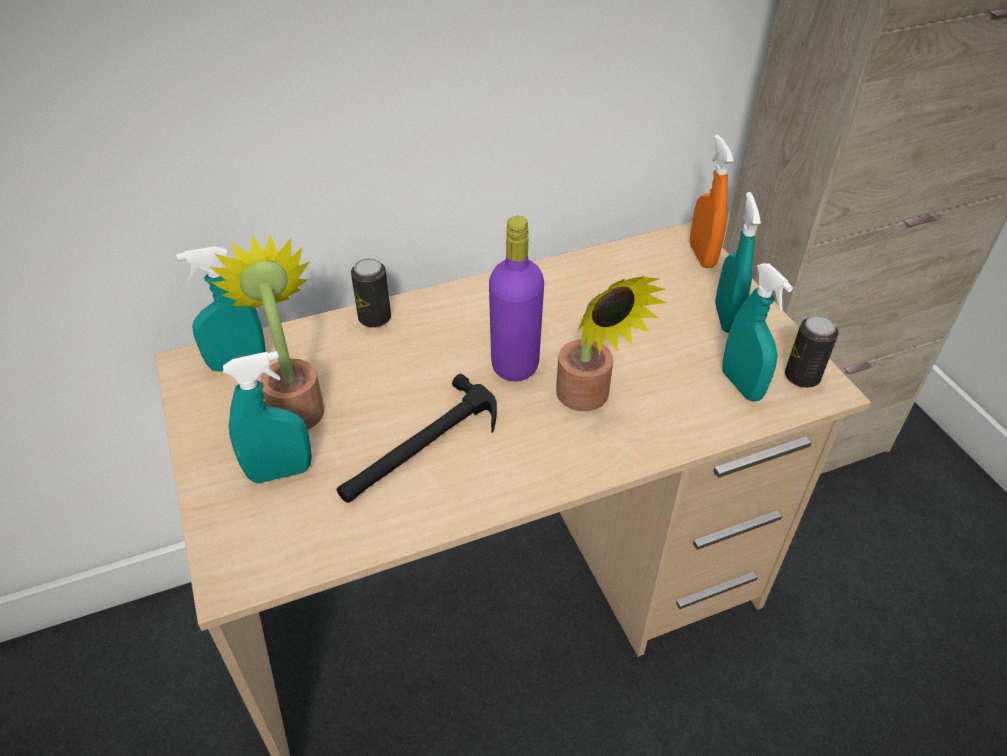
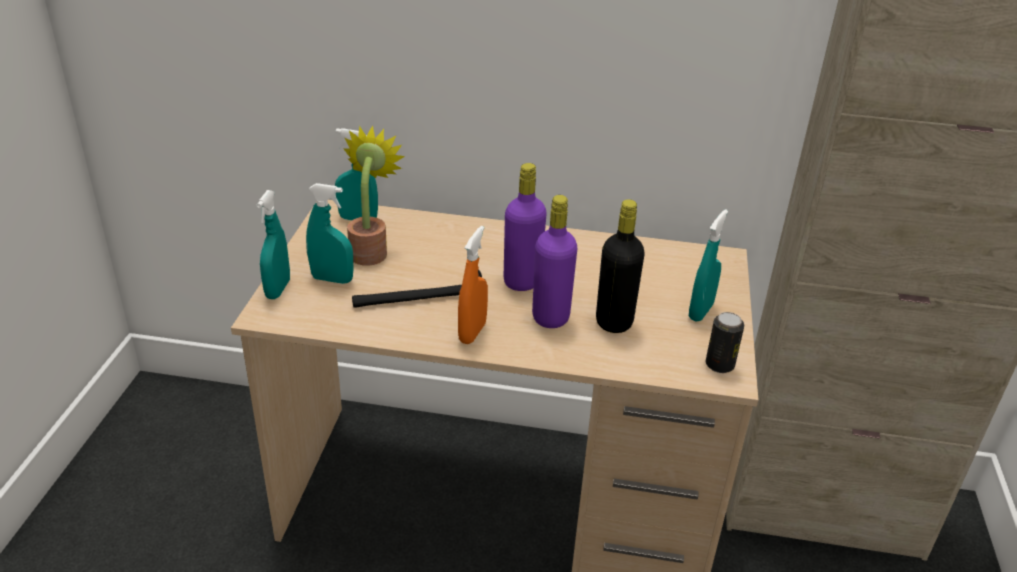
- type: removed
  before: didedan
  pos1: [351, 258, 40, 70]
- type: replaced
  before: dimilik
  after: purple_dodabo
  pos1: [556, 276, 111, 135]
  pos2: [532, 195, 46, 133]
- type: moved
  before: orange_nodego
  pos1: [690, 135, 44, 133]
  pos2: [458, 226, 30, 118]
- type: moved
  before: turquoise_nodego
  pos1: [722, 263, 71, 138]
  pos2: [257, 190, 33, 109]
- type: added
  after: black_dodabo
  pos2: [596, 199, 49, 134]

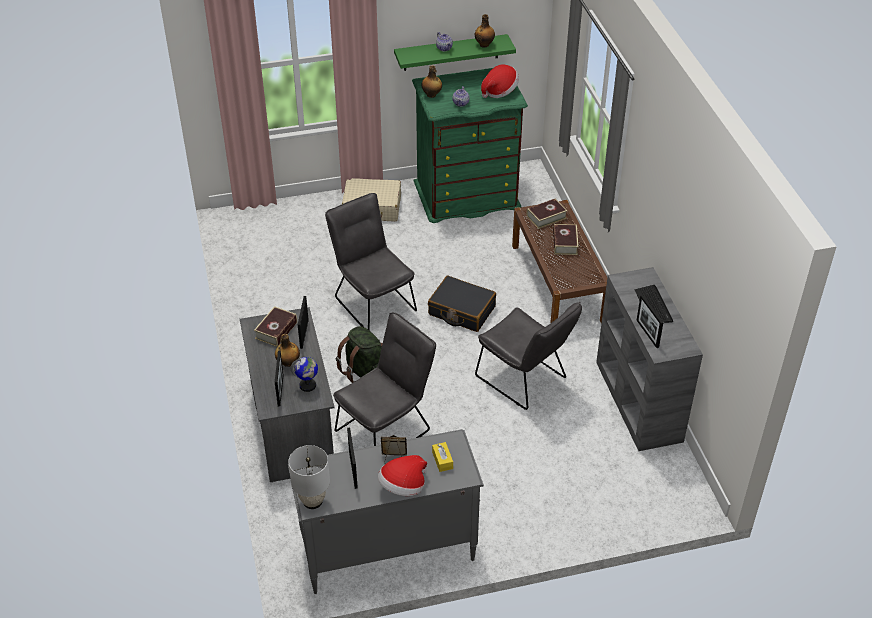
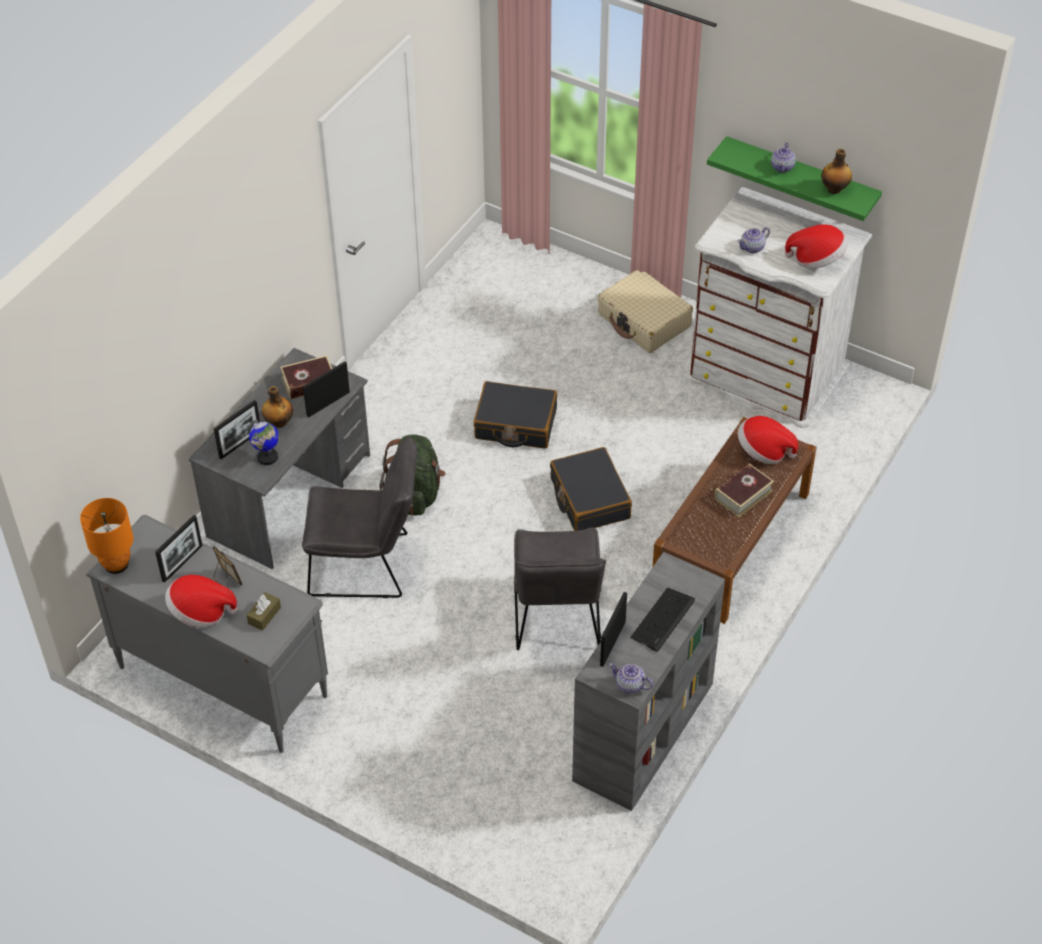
- type: recoloured
  before: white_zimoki
  after: orange_zimoki
  pos1: [288, 445, 42, 64]
  pos2: [80, 498, 54, 76]
- type: replaced
  before: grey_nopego
  after: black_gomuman
  pos1: [325, 193, 92, 138]
  pos2: [474, 381, 83, 68]
- type: recoloured
  before: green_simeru
  after: white_simeru
  pos1: [412, 68, 116, 155]
  pos2: [684, 187, 188, 241]
- type: removed
  before: dodabo
  pos1: [421, 66, 21, 32]
- type: recoloured
  before: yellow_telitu
  after: brown_telitu
  pos1: [432, 442, 21, 30]
  pos2: [247, 592, 34, 39]
- type: replaced
  before: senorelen
  after: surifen
  pos1: [527, 199, 40, 30]
  pos2: [738, 416, 60, 48]
- type: added
  after: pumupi
  pos2: [609, 663, 44, 30]

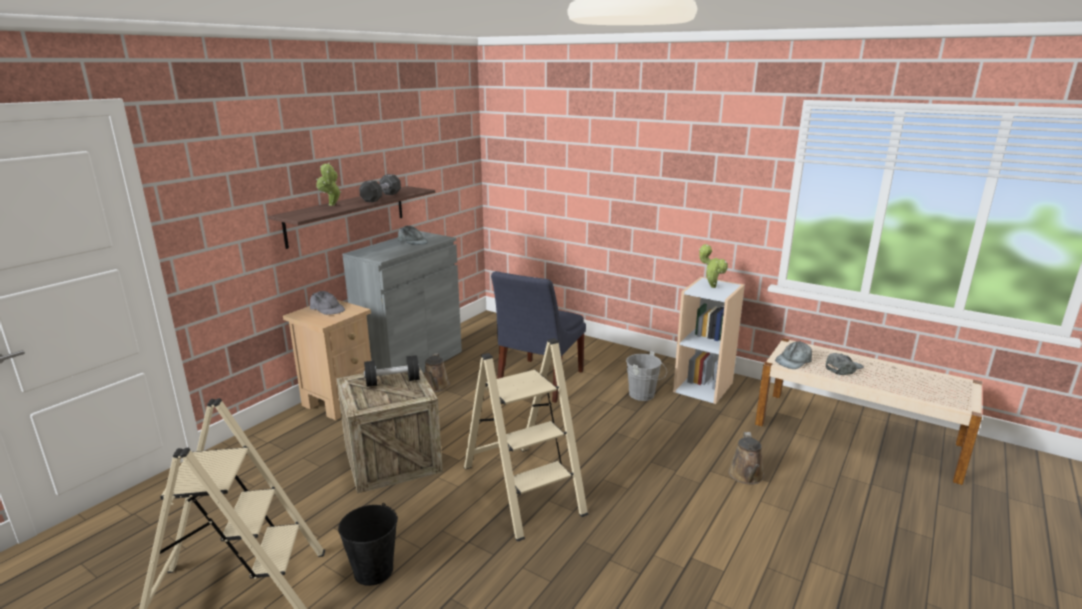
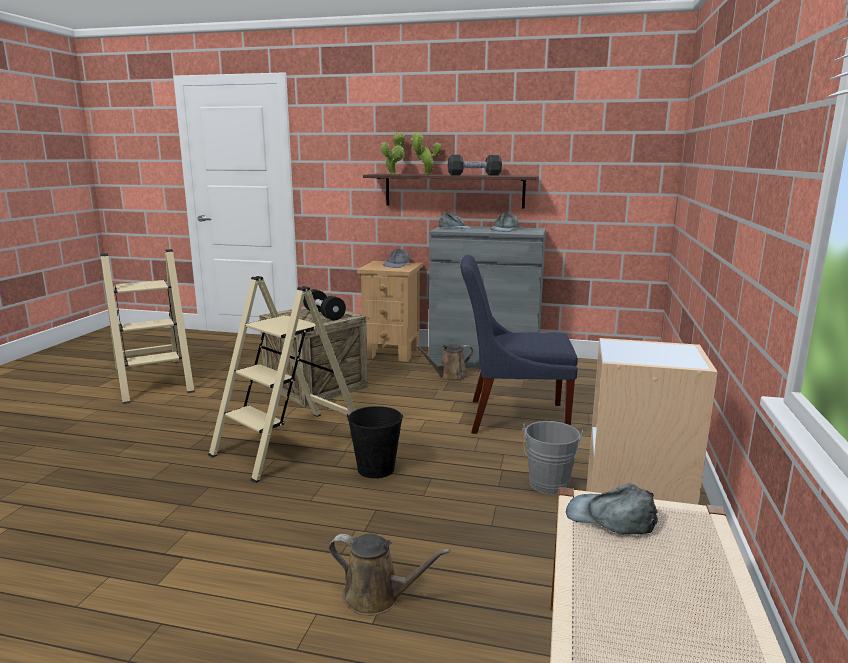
- type: moved
  before: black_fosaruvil
  pos1: [338, 503, 60, 83]
  pos2: [347, 406, 56, 72]
- type: moved
  before: dimilik
  pos1: [699, 244, 29, 44]
  pos2: [381, 133, 24, 41]
- type: turned
  before: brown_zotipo
  pos1: [728, 432, 36, 52]
  pos2: [329, 534, 121, 82]
  turn: -150
- type: moved
  before: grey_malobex
  pos1: [826, 353, 38, 22]
  pos2: [439, 212, 34, 17]

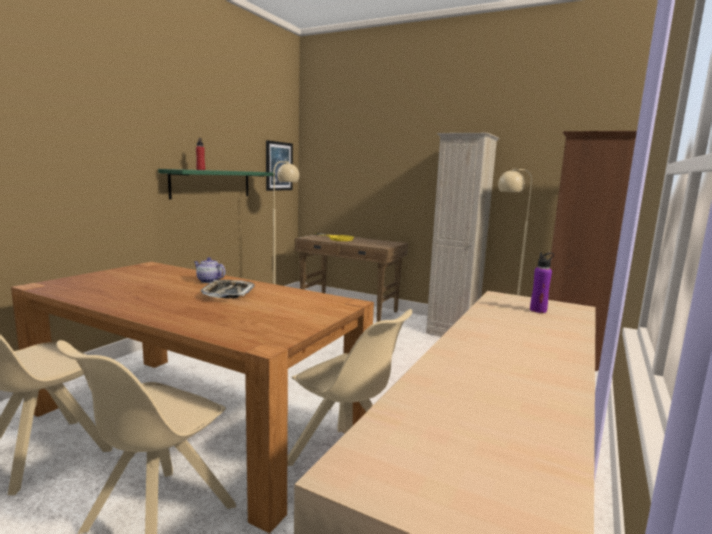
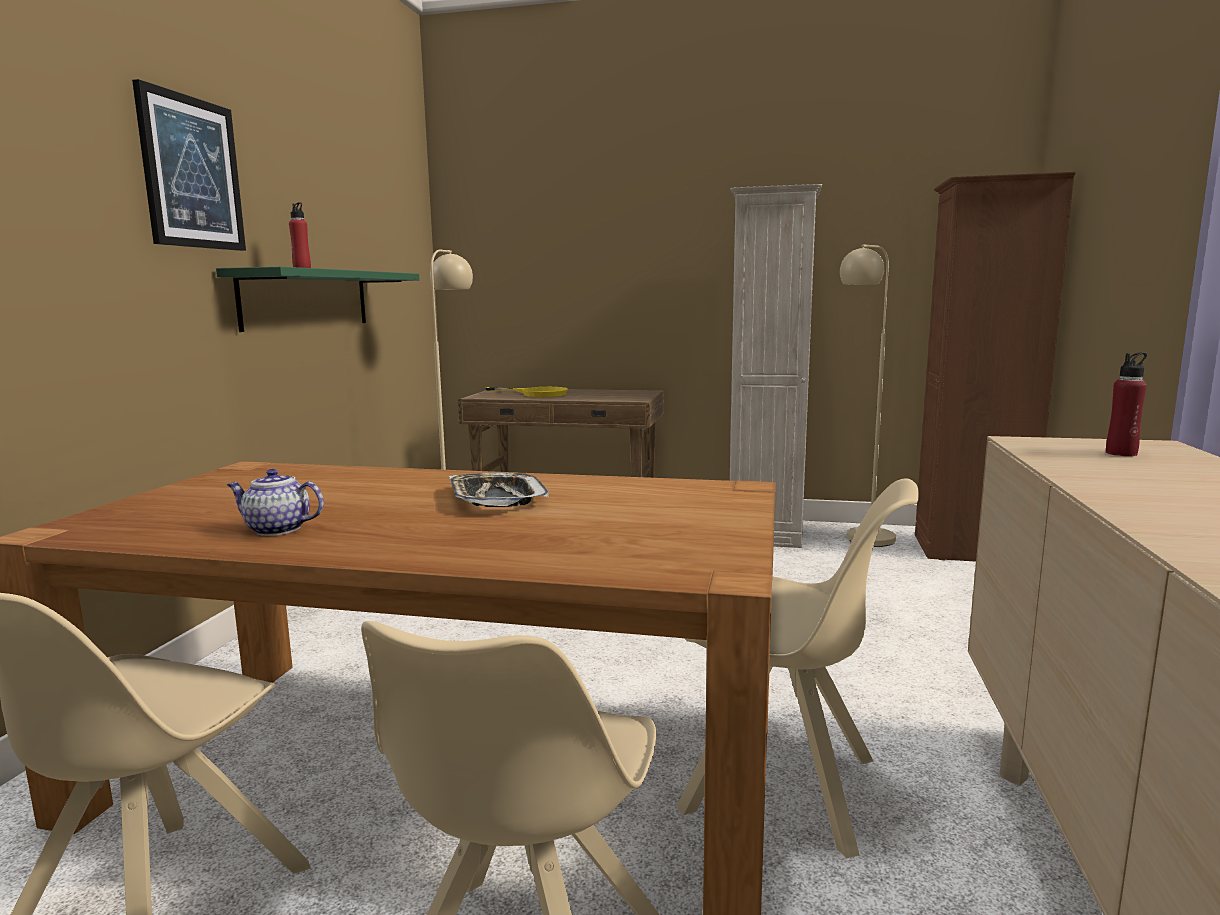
- type: moved
  before: pumupi
  pos1: [194, 257, 31, 26]
  pos2: [226, 469, 98, 67]
- type: moved
  before: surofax
  pos1: [266, 140, 27, 51]
  pos2: [132, 79, 114, 172]
- type: recoloured
  before: purple_dodabo
  after: red_dodabo
  pos1: [530, 253, 24, 60]
  pos2: [1106, 352, 41, 104]

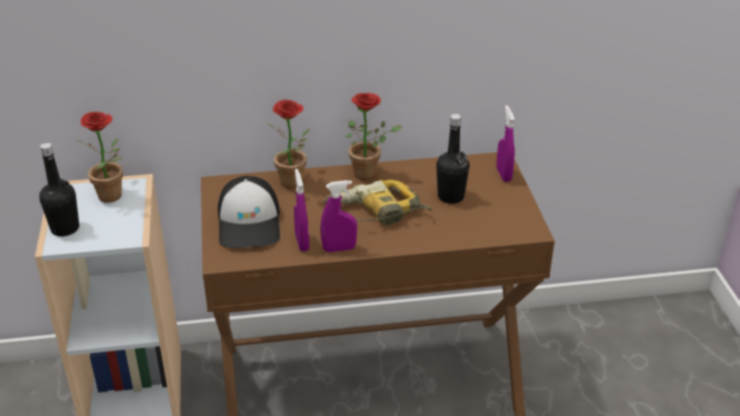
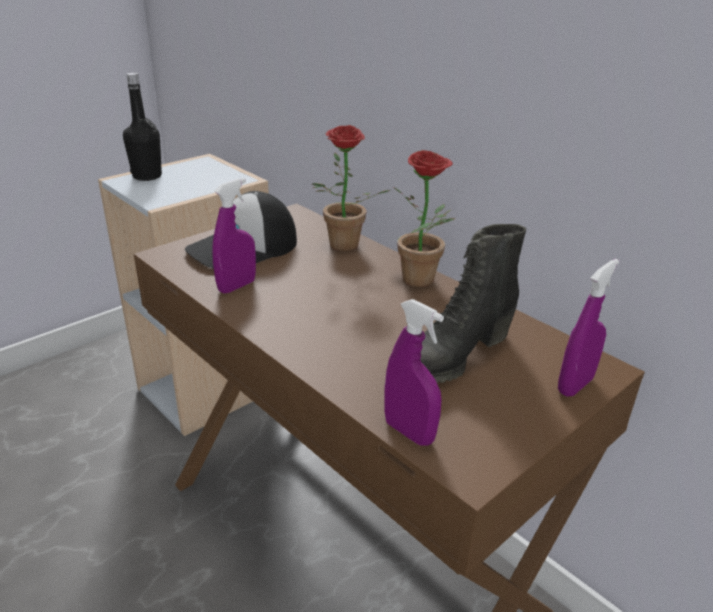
- type: removed
  before: dimilik
  pos1: [77, 112, 46, 91]
- type: moved
  before: purple_nodego
  pos1: [320, 180, 37, 72]
  pos2: [384, 299, 60, 147]
- type: removed
  before: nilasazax
  pos1: [324, 180, 108, 46]
- type: replaced
  before: black_dodabo
  after: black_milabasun
  pos1: [436, 114, 34, 90]
  pos2: [420, 224, 106, 159]

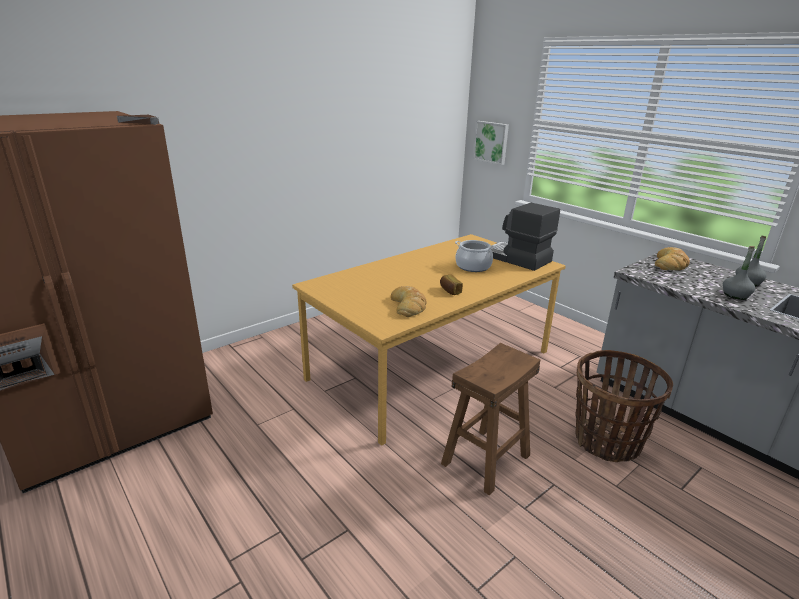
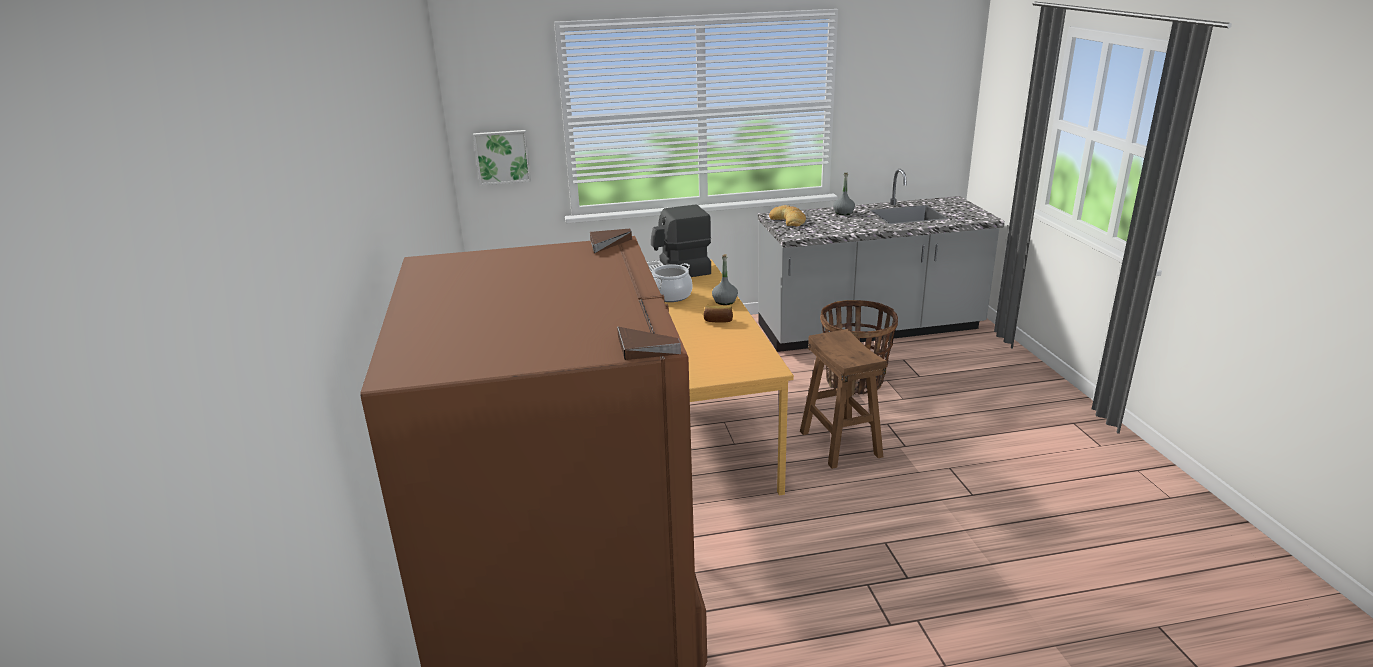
- type: removed
  before: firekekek
  pos1: [391, 286, 36, 31]
- type: moved
  before: grey_dodabo
  pos1: [723, 246, 32, 54]
  pos2: [712, 254, 26, 51]

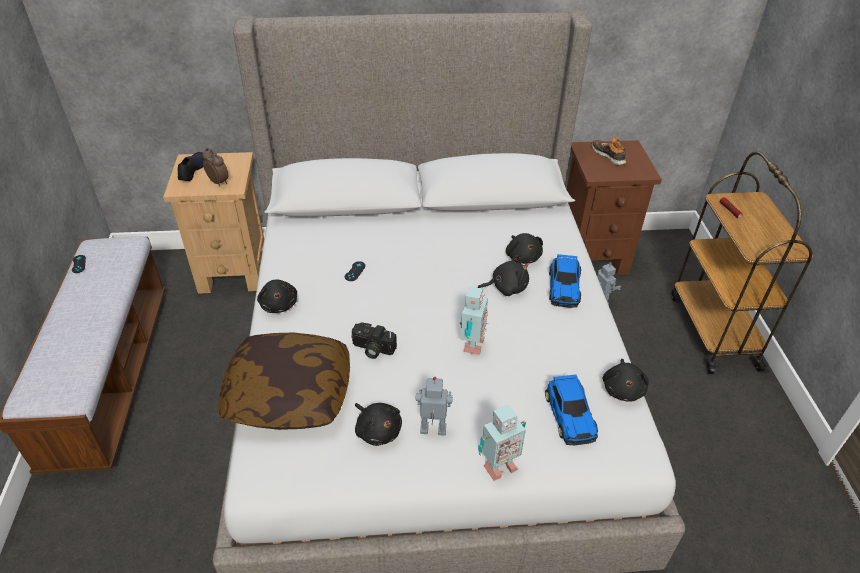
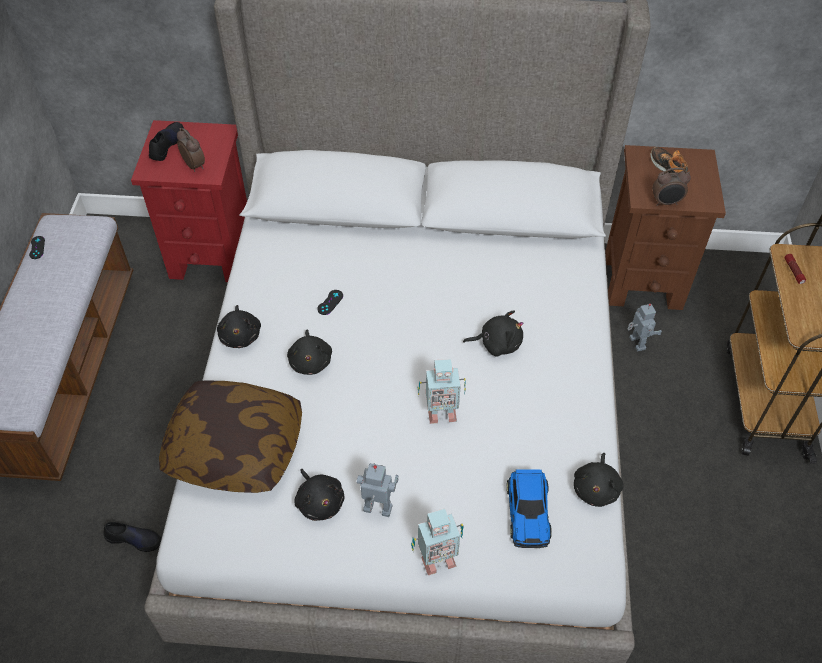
- type: recoloured
  before: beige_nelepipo
  after: red_nelepipo
  pos1: [163, 152, 101, 142]
  pos2: [131, 120, 116, 162]
- type: removed
  before: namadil
  pos1: [351, 322, 46, 37]
- type: turned
  before: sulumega
  pos1: [460, 286, 28, 69]
  pos2: [418, 359, 48, 65]
  turn: 60
- type: moved
  before: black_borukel
  pos1: [506, 233, 37, 31]
  pos2: [287, 330, 45, 45]
- type: removed
  before: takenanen
  pos1: [549, 254, 32, 54]
- type: added
  after: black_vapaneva
  pos2: [103, 522, 58, 30]
- type: added
  after: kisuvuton
  pos2: [652, 168, 39, 38]

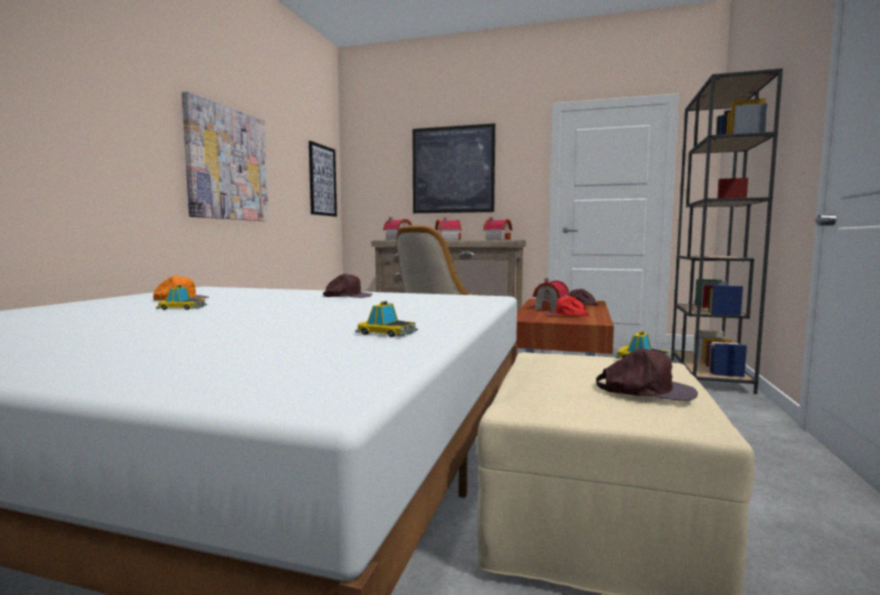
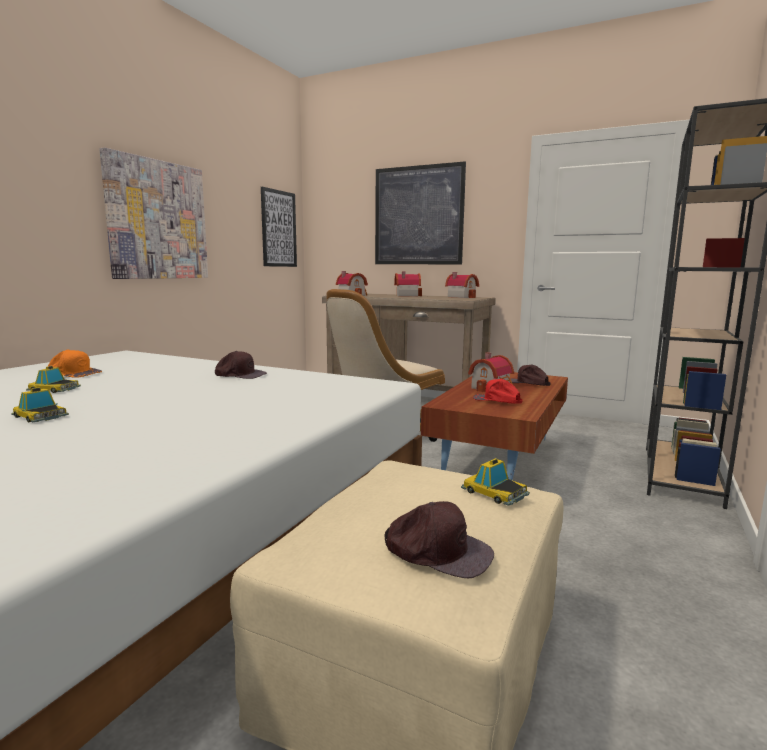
- type: moved
  before: takenanen
  pos1: [355, 301, 63, 36]
  pos2: [11, 387, 58, 35]

